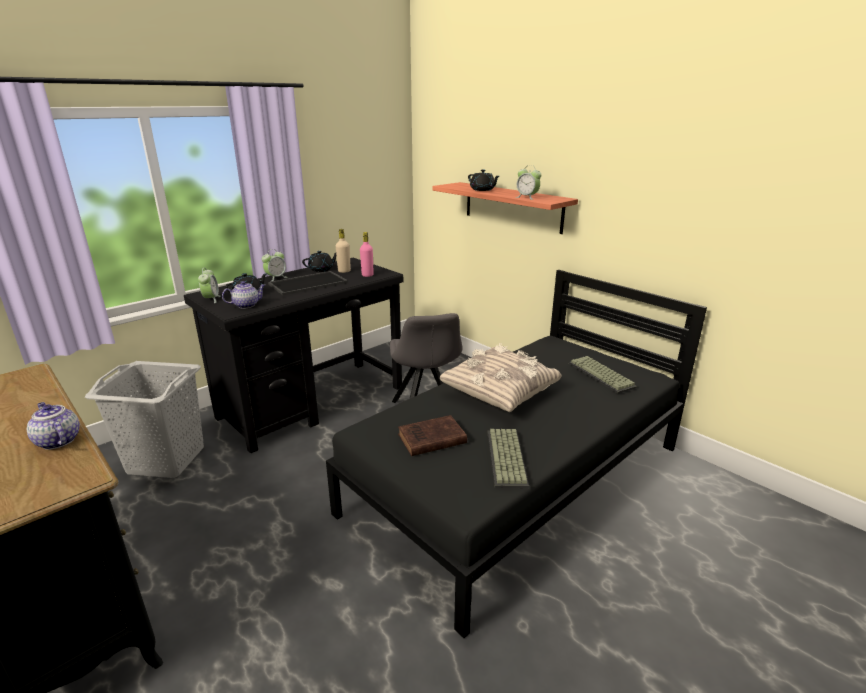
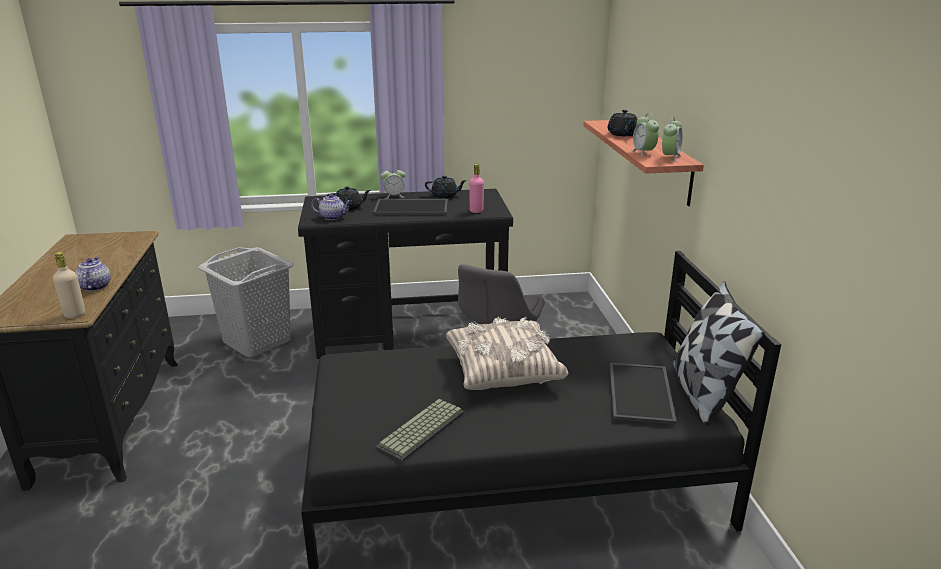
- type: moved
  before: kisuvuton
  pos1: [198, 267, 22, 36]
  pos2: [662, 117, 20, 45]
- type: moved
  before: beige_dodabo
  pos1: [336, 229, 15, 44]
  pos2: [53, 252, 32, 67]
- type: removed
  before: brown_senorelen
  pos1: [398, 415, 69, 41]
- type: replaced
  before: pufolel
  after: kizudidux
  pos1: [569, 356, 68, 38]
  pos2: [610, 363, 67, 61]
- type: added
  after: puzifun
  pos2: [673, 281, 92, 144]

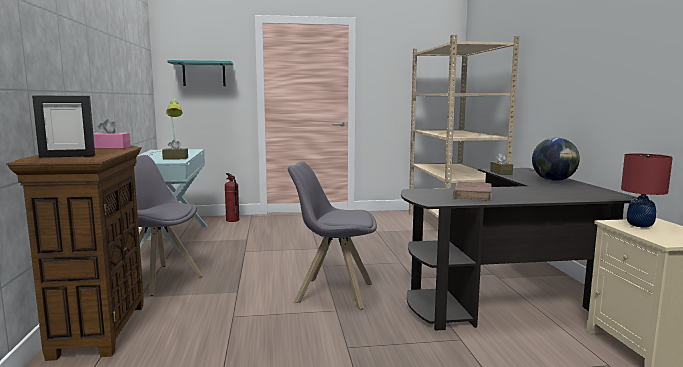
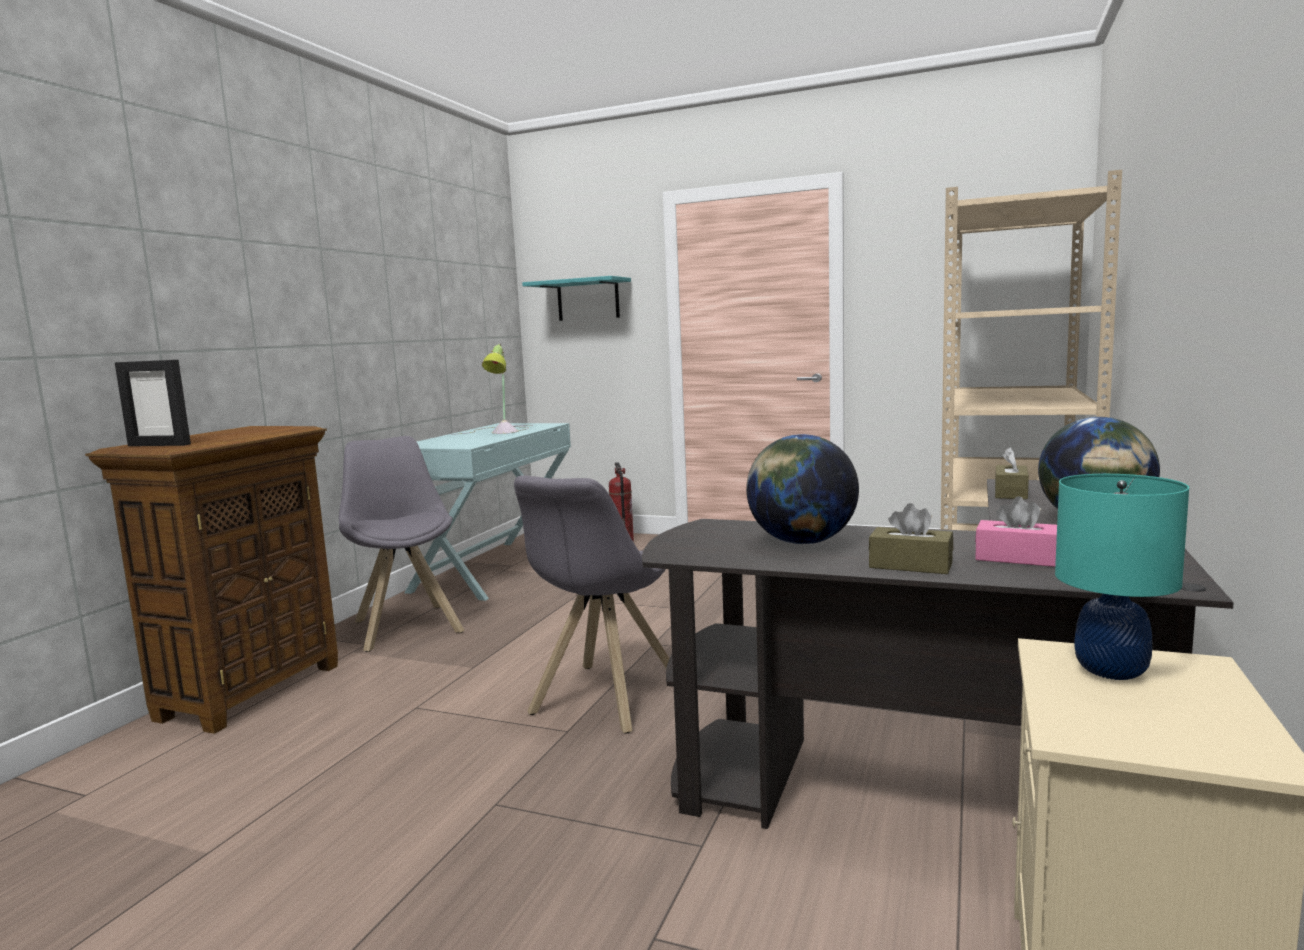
- type: moved
  before: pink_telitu
  pos1: [93, 119, 38, 30]
  pos2: [975, 496, 82, 71]
- type: moved
  before: brown_telitu
  pos1: [162, 140, 26, 19]
  pos2: [869, 503, 84, 71]
- type: turned
  before: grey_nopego
  pos1: [288, 161, 89, 148]
  pos2: [514, 475, 156, 258]
  turn: -105
- type: replaced
  before: brown_senorelen
  after: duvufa
  pos1: [453, 182, 39, 19]
  pos2: [746, 434, 113, 110]
- type: recoloured
  before: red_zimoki
  after: turquoise_zimoki
  pos1: [621, 153, 52, 75]
  pos2: [1055, 474, 134, 206]

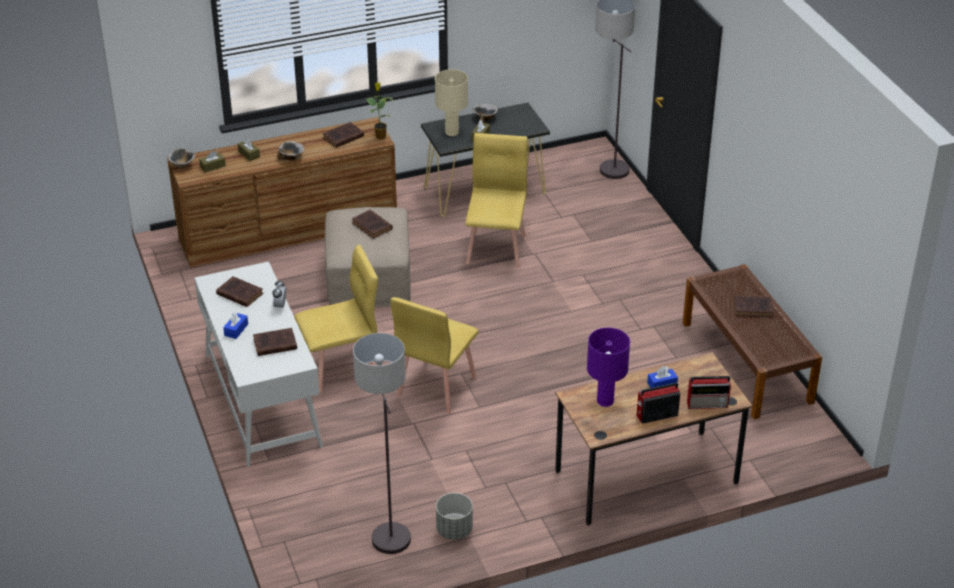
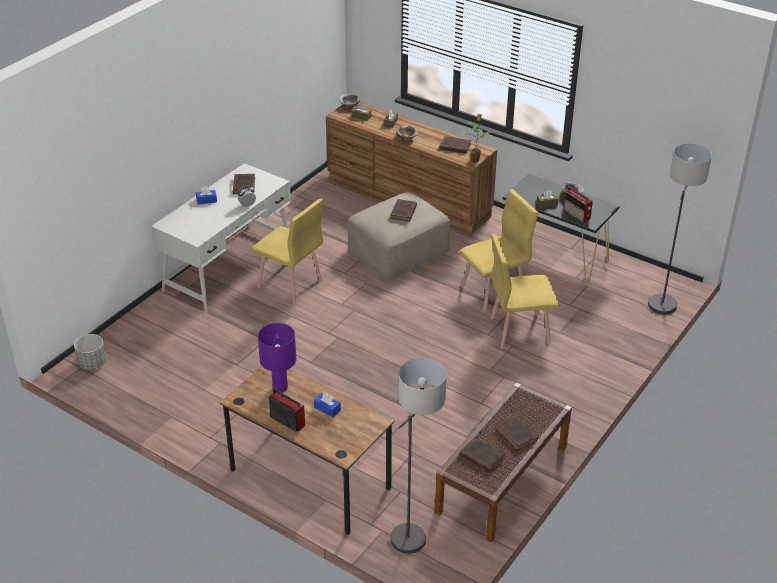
- type: moved
  before: brown_senorelen
  pos1: [253, 328, 44, 28]
  pos2: [459, 437, 46, 36]
- type: moved
  before: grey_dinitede
  pos1: [353, 333, 58, 221]
  pos2: [391, 358, 56, 196]
- type: moved
  before: yellow_nopego
  pos1: [390, 297, 89, 116]
  pos2: [490, 234, 69, 115]
- type: removed
  before: beige_zimoki
  pos1: [435, 69, 33, 67]
- type: moved
  before: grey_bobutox
  pos1: [436, 493, 37, 47]
  pos2: [74, 334, 33, 36]
- type: moved
  before: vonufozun
  pos1: [687, 376, 44, 33]
  pos2: [563, 186, 30, 37]

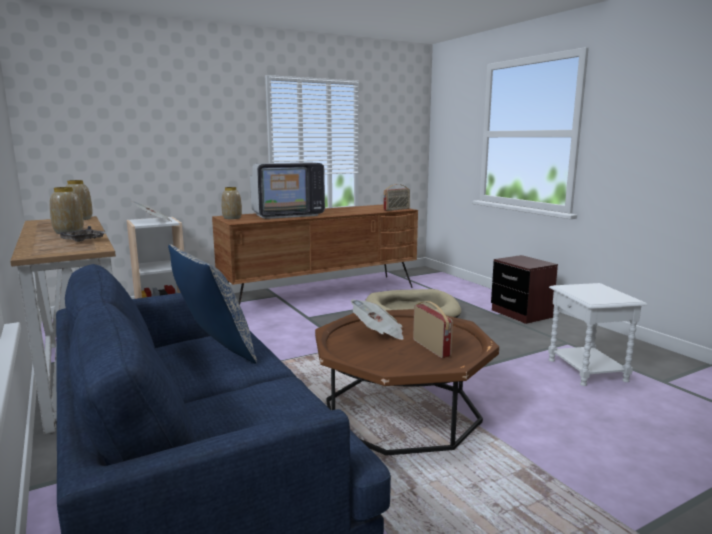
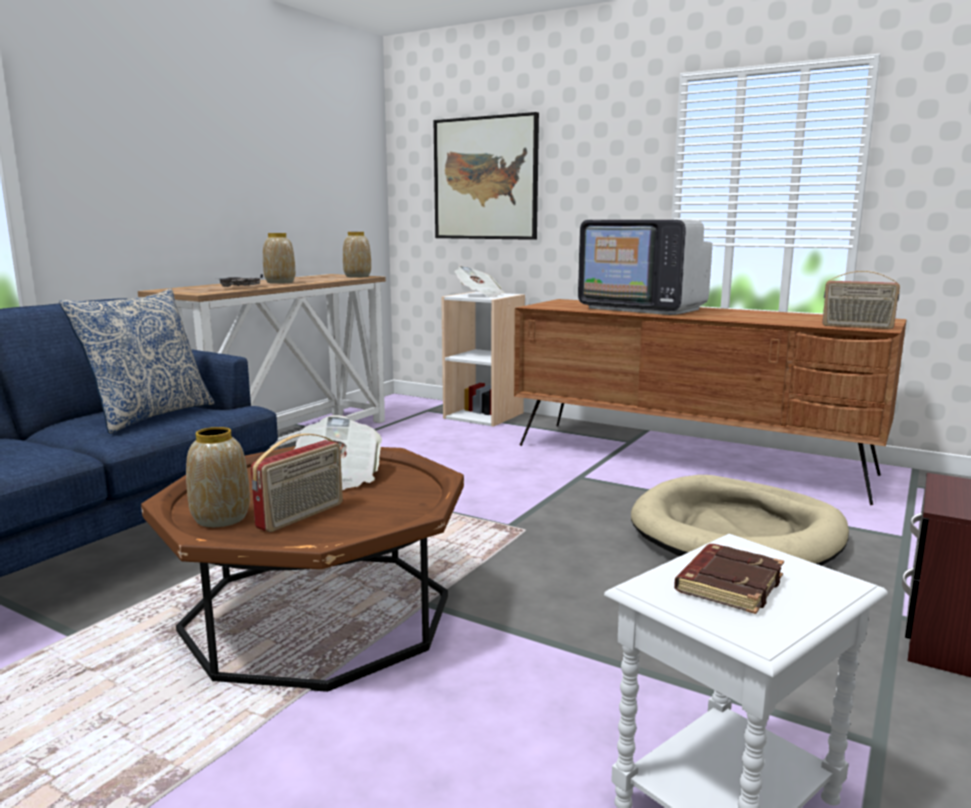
- type: moved
  before: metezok
  pos1: [222, 187, 20, 32]
  pos2: [186, 427, 64, 100]
- type: added
  after: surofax
  pos2: [434, 112, 105, 128]
- type: added
  after: brown_senorelen
  pos2: [674, 544, 110, 70]

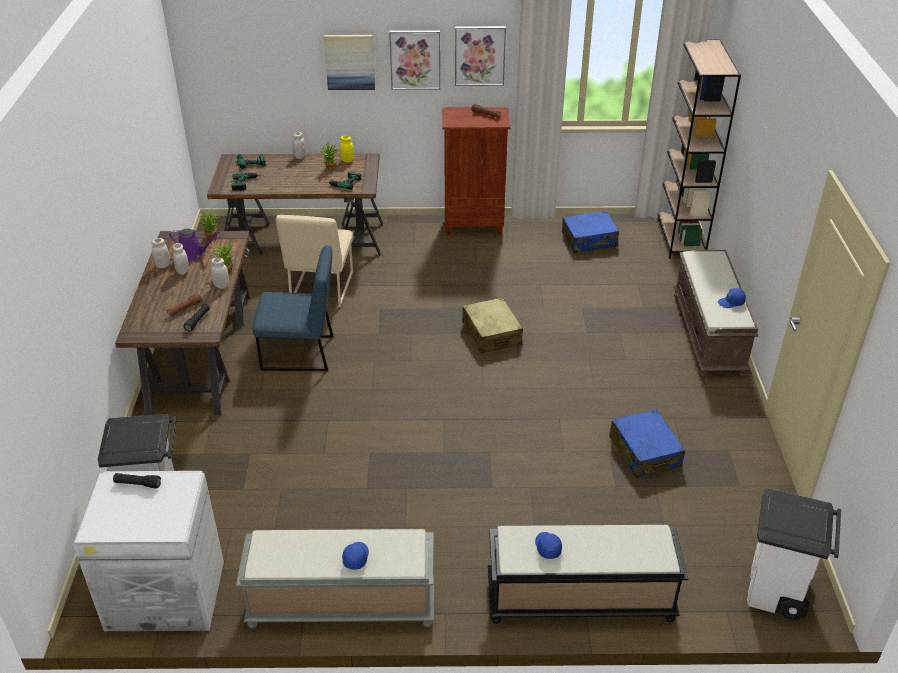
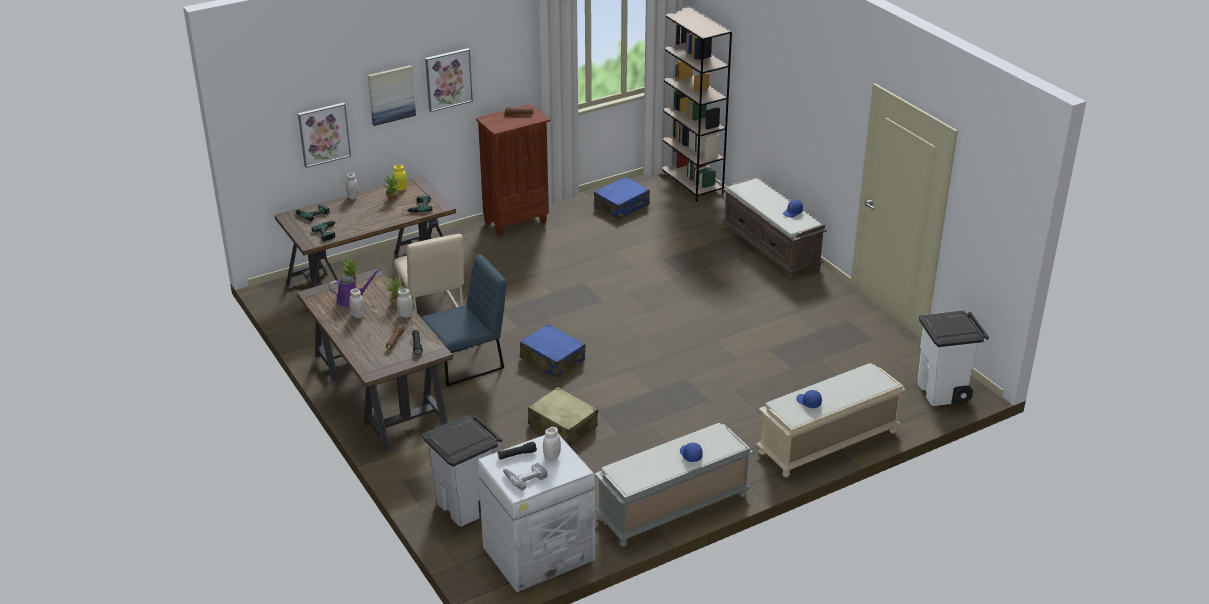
- type: moved
  before: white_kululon
  pos1: [152, 238, 18, 30]
  pos2: [543, 427, 18, 33]
- type: moved
  before: surofax
  pos1: [455, 26, 51, 60]
  pos2: [298, 103, 53, 65]
- type: moved
  before: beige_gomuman
  pos1: [462, 297, 61, 56]
  pos2: [528, 387, 70, 59]
- type: recoloured
  before: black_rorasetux
  after: beige_rorasetux
  pos1: [488, 525, 200, 99]
  pos2: [756, 363, 150, 115]
- type: moved
  before: blue_gomuman
  pos1: [609, 409, 77, 69]
  pos2: [520, 324, 66, 54]
- type: added
  after: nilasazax
  pos2: [503, 463, 45, 28]

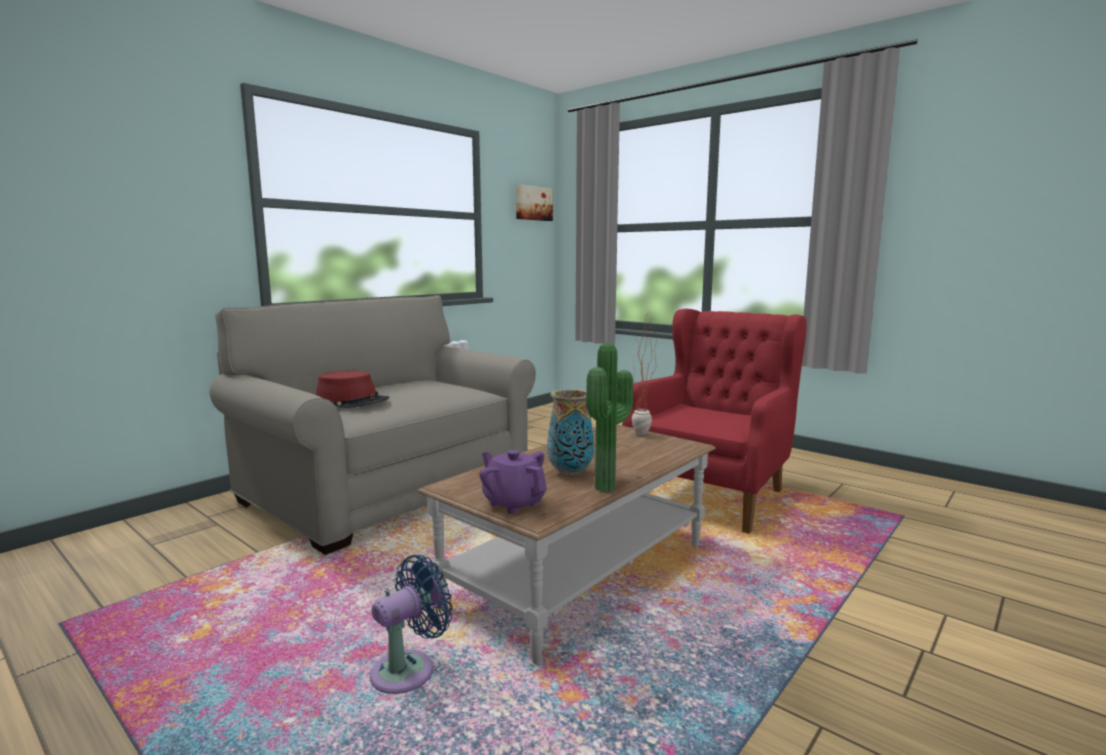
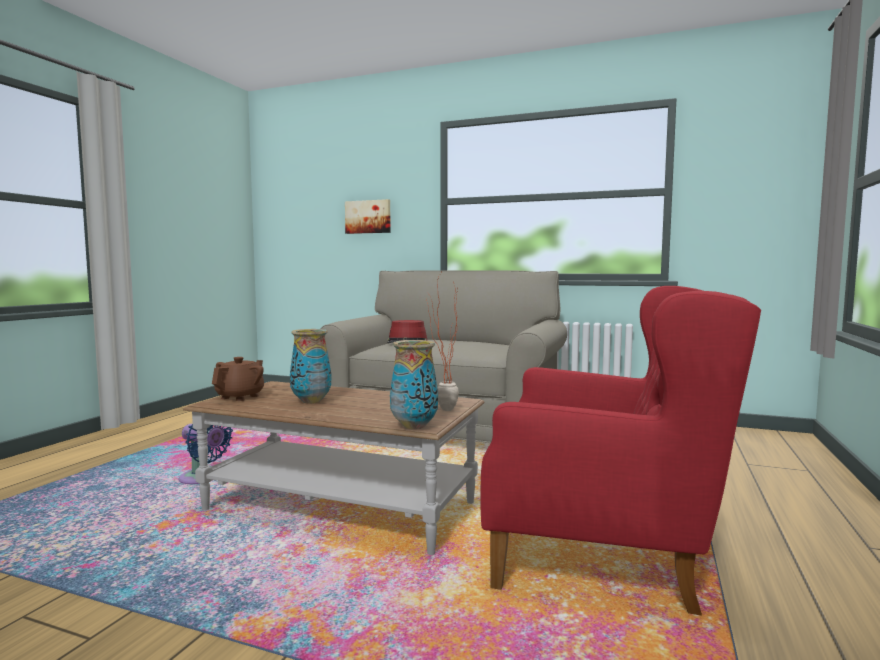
- type: recoloured
  before: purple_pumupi
  after: brown_pumupi
  pos1: [479, 450, 68, 64]
  pos2: [212, 357, 52, 44]
- type: moved
  before: surofax
  pos1: [516, 184, 37, 37]
  pos2: [345, 199, 46, 35]
- type: removed
  before: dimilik
  pos1: [586, 343, 47, 150]
- type: added
  after: metezok
  pos2: [390, 340, 48, 89]

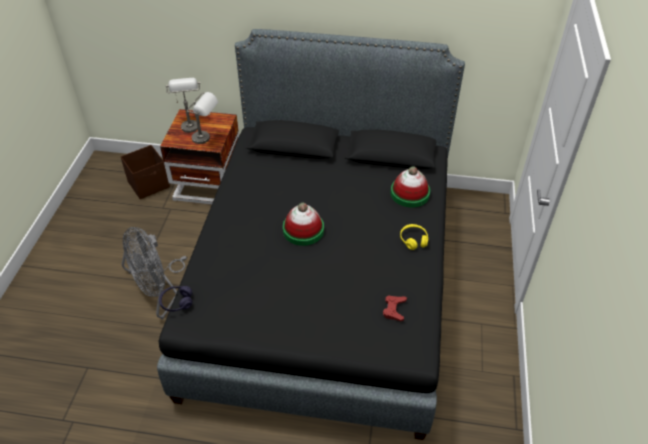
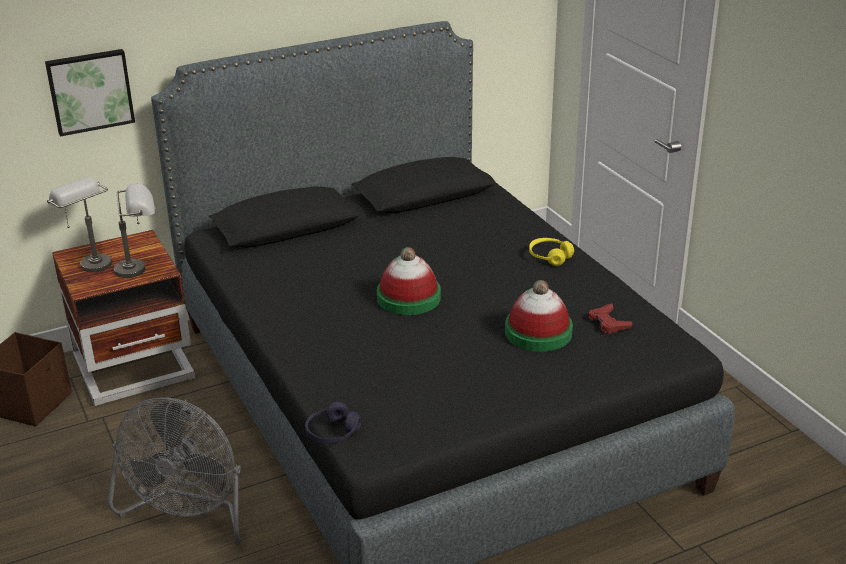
- type: moved
  before: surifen
  pos1: [390, 166, 40, 41]
  pos2: [505, 280, 68, 72]
- type: added
  after: surofax
  pos2: [45, 49, 90, 87]

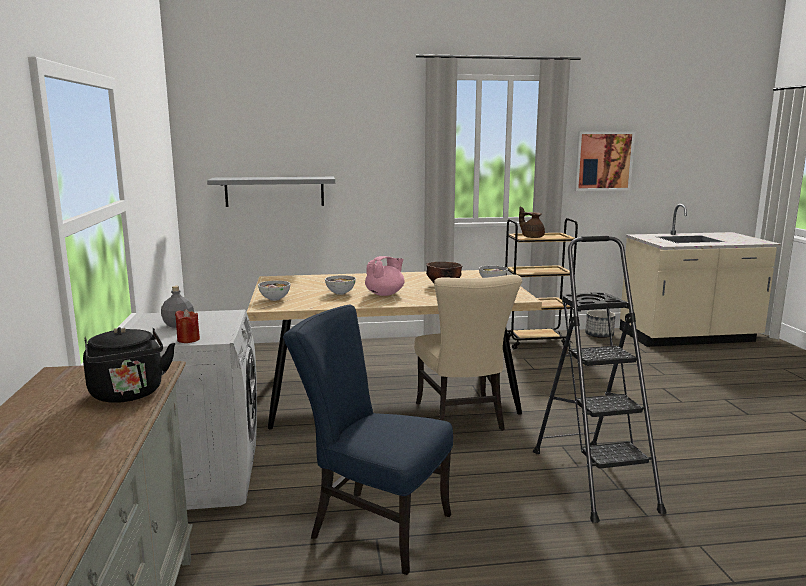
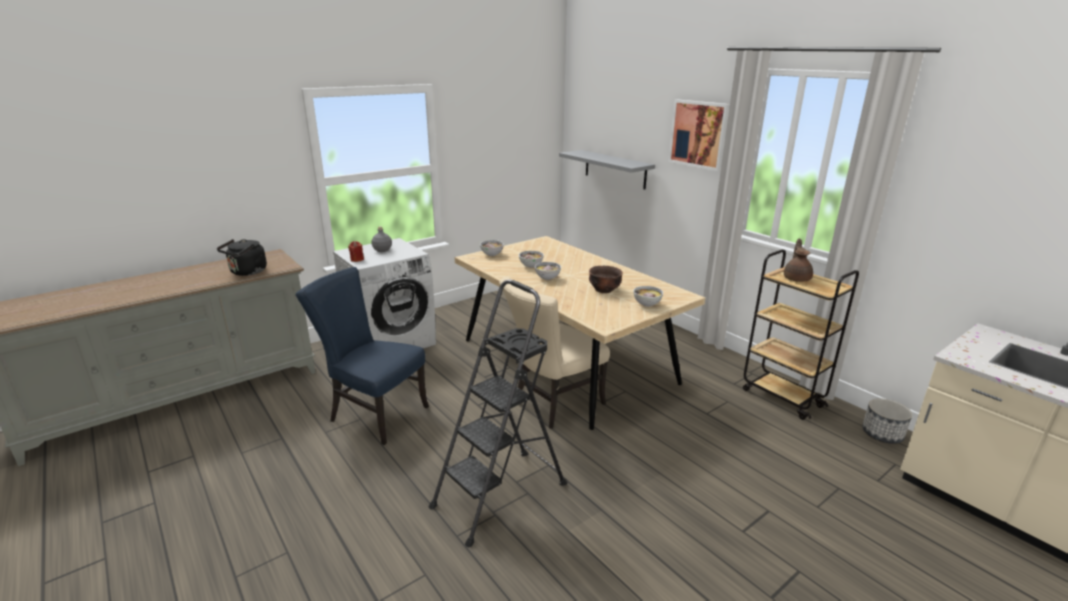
- type: turned
  before: blue_nopego
  pos1: [283, 305, 170, 270]
  pos2: [295, 267, 134, 178]
  turn: -60
- type: replaced
  before: pink_pumupi
  after: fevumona
  pos1: [365, 256, 40, 40]
  pos2: [535, 262, 26, 18]
- type: moved
  before: surofax
  pos1: [574, 131, 61, 60]
  pos2: [668, 99, 62, 72]

